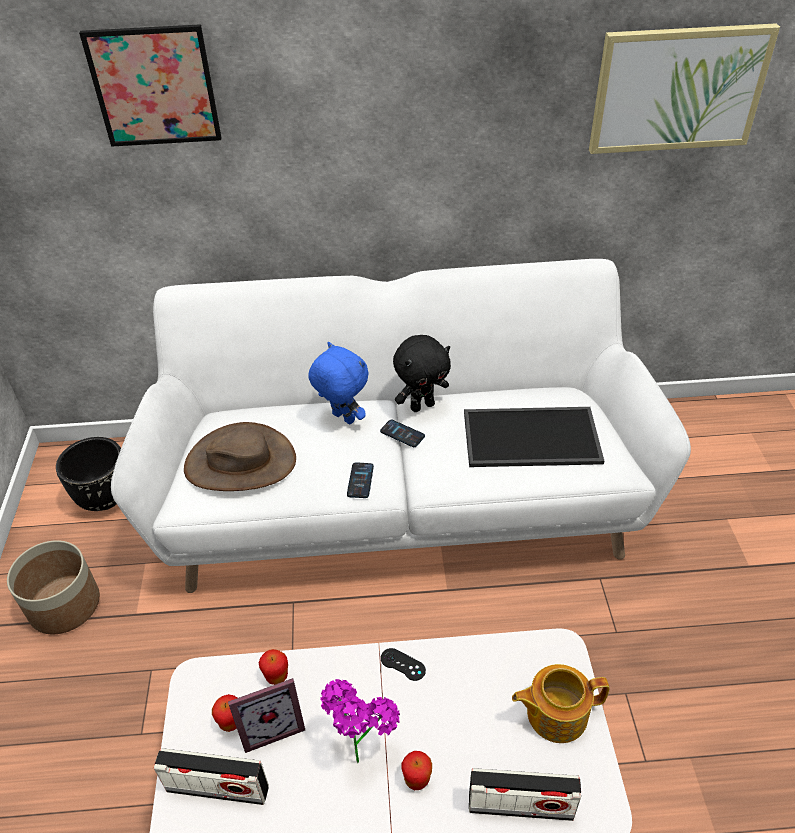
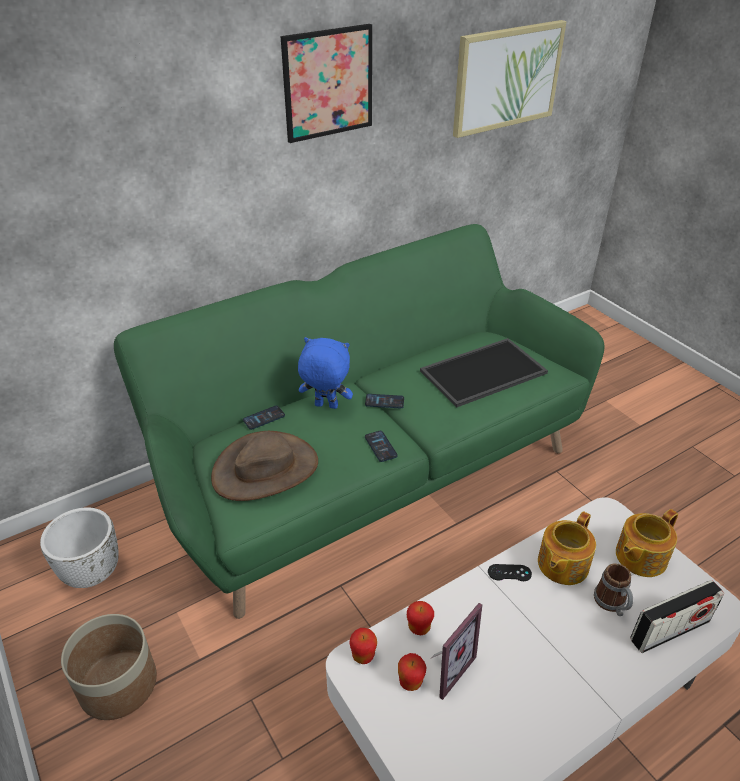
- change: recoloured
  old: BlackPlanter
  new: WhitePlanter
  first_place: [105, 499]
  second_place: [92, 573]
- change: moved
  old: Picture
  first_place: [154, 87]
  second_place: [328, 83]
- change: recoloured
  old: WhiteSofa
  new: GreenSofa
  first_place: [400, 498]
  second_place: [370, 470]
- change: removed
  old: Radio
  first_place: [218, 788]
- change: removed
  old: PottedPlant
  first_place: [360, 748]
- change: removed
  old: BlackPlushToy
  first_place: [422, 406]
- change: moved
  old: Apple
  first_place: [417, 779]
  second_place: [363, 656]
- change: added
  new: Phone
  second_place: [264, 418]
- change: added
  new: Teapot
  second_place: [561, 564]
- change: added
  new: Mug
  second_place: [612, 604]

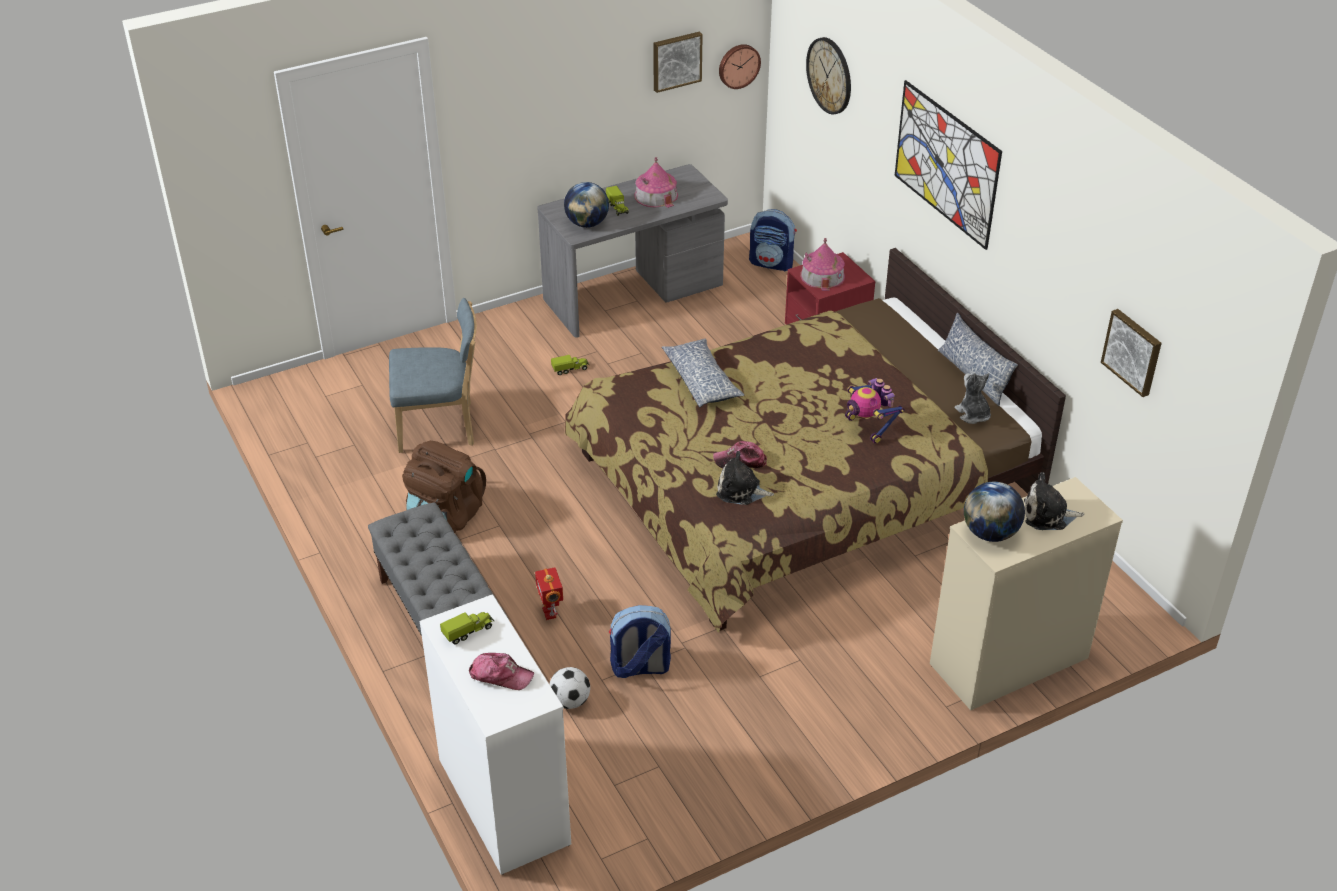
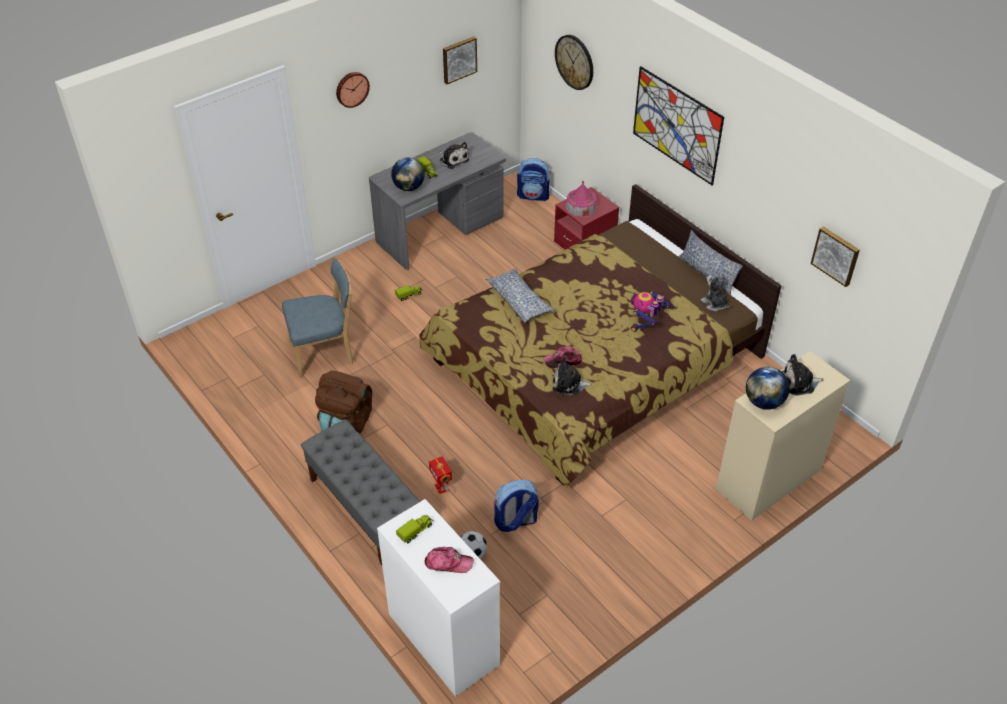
- change: replaced
  old: ToyHouse
  new: PlushToy
  first_place: [656, 195]
  second_place: [453, 159]
- change: moved
  old: WallClock
  first_place: [738, 65]
  second_place: [351, 89]
- change: turned
  old: ToyRobot
  first_place: [868, 427]
  second_place: [646, 323]
  degrees: 75

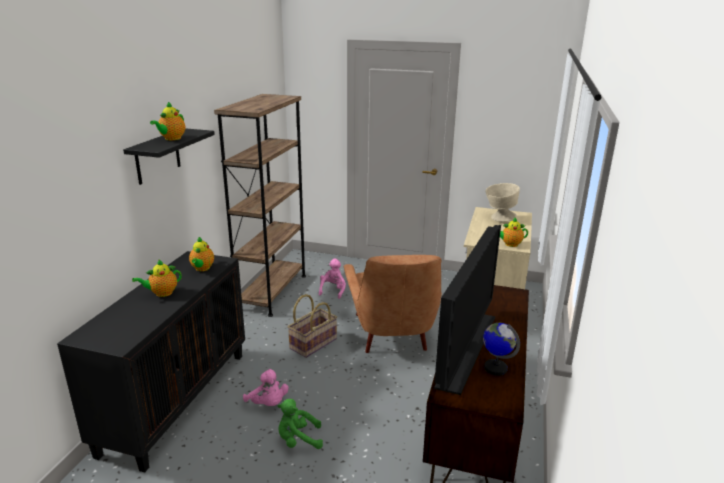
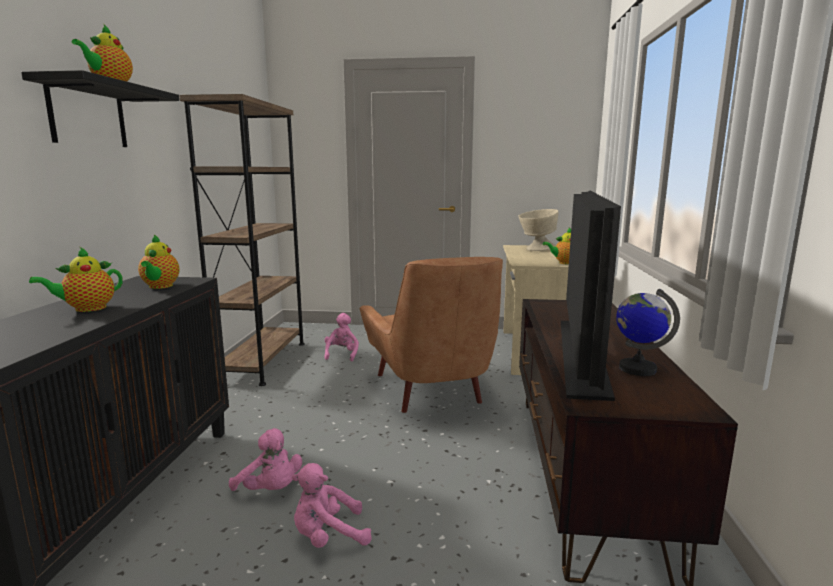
- change: recoloured
  old: GreenPlushToy
  new: PinkPlushToy
  first_place: [298, 440]
  second_place: [328, 536]
- change: removed
  old: Basket
  first_place: [313, 343]

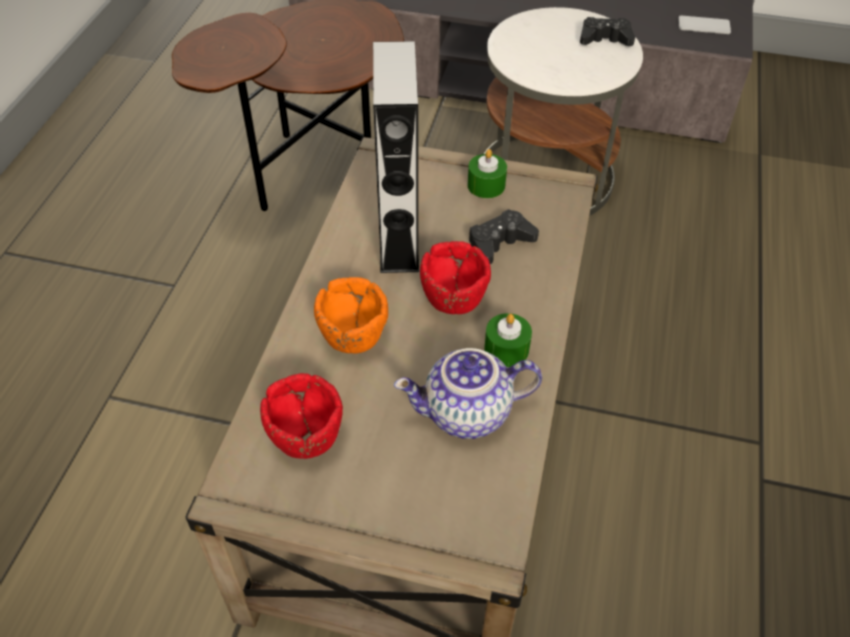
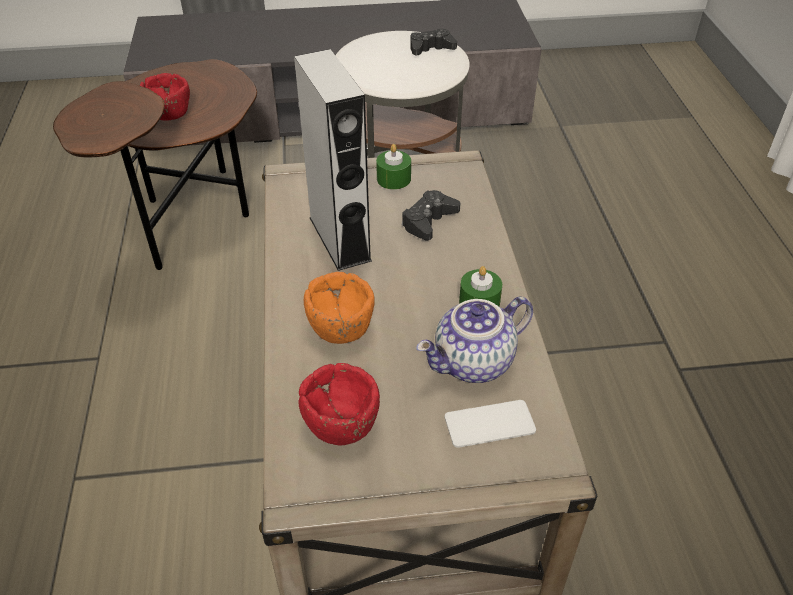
- change: moved
  old: RedBowl
  first_place: [454, 299]
  second_place: [170, 114]
- change: moved
  old: Phone
  first_place: [704, 26]
  second_place: [489, 424]

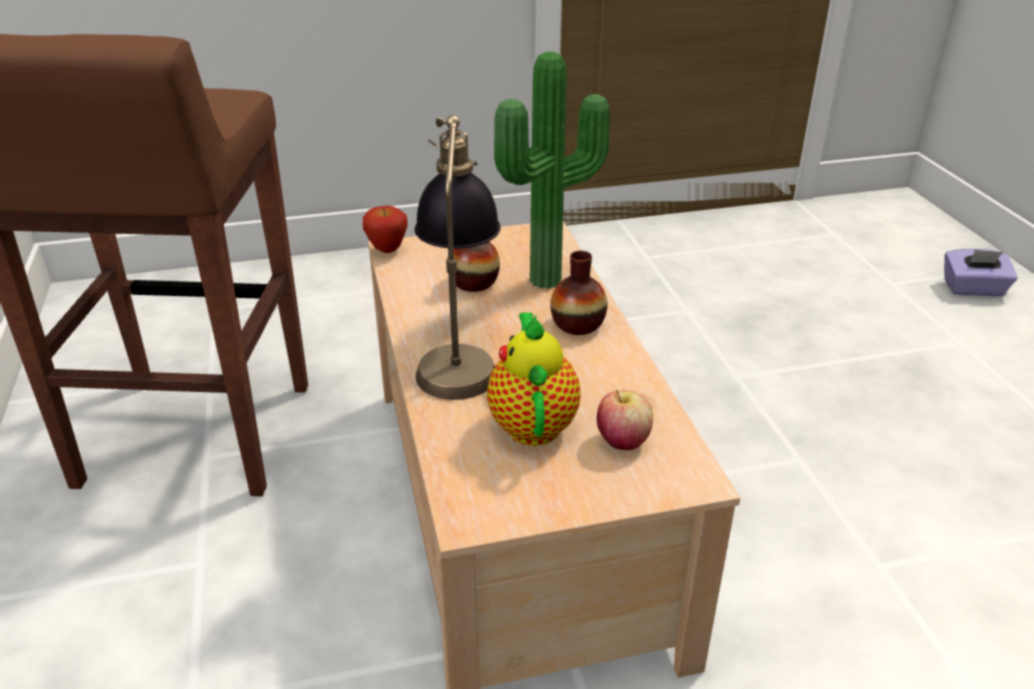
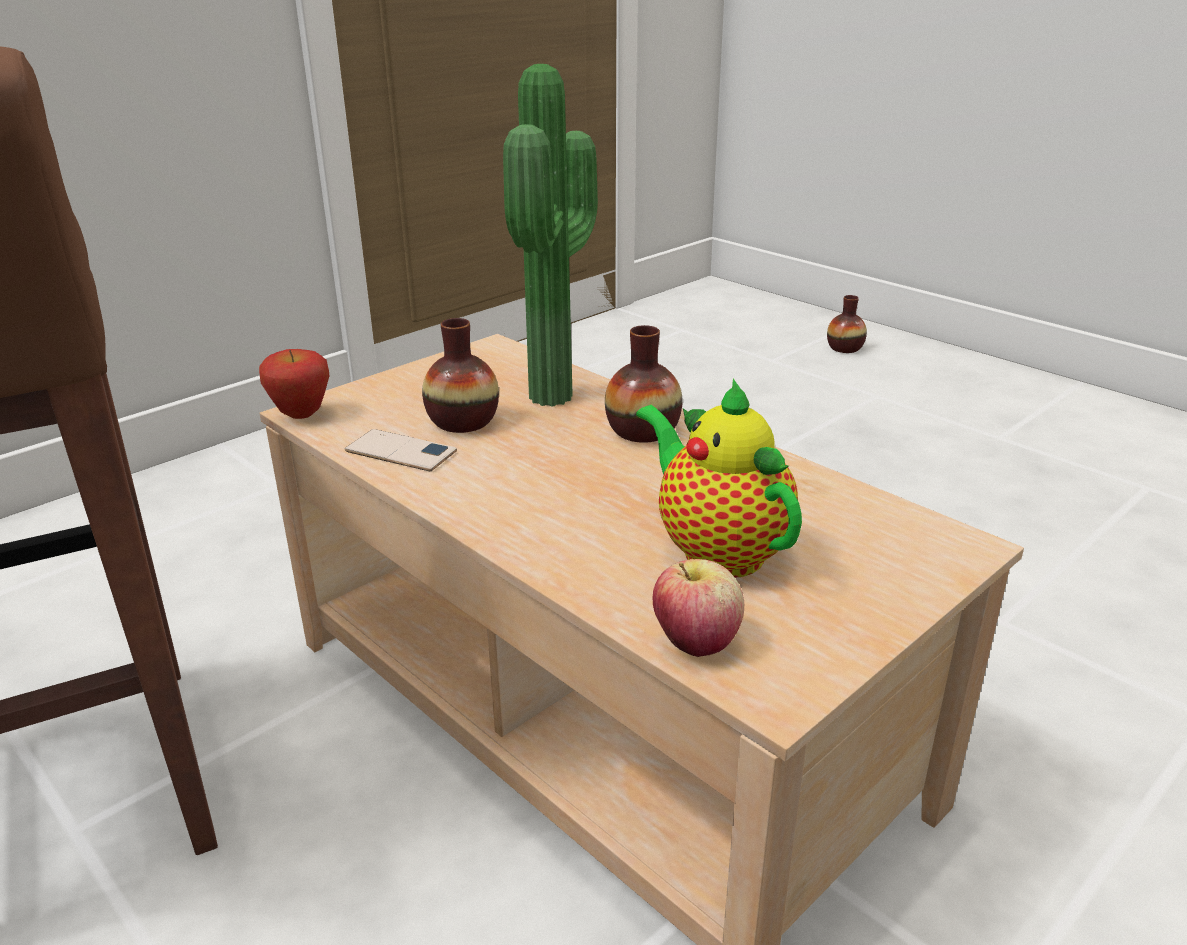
- change: removed
  old: TableLamp
  first_place: [459, 354]
- change: moved
  old: Apple
  first_place: [622, 441]
  second_place: [696, 642]
- change: replaced
  old: PurpleTissueBox
  new: Vase
  first_place: [973, 289]
  second_place: [844, 348]
- change: added
  new: Phone
  second_place: [401, 451]

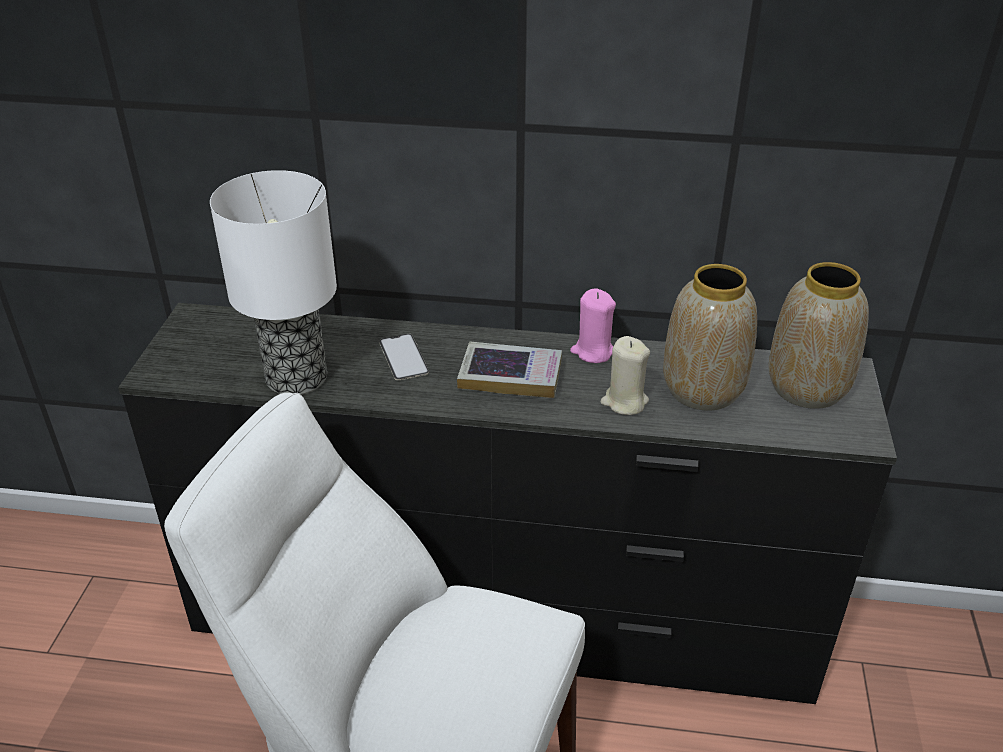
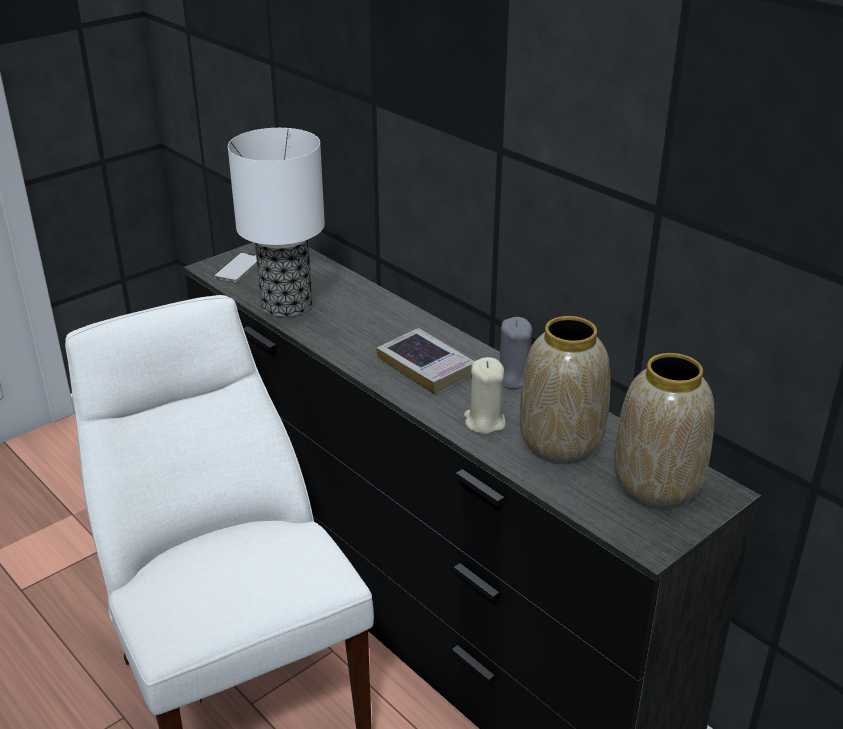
- change: moved
  old: Phone
  first_place: [403, 357]
  second_place: [238, 267]
- change: recoloured
  old: PinkCandle
  new: GreyCandle
  first_place: [593, 351]
  second_place: [512, 378]

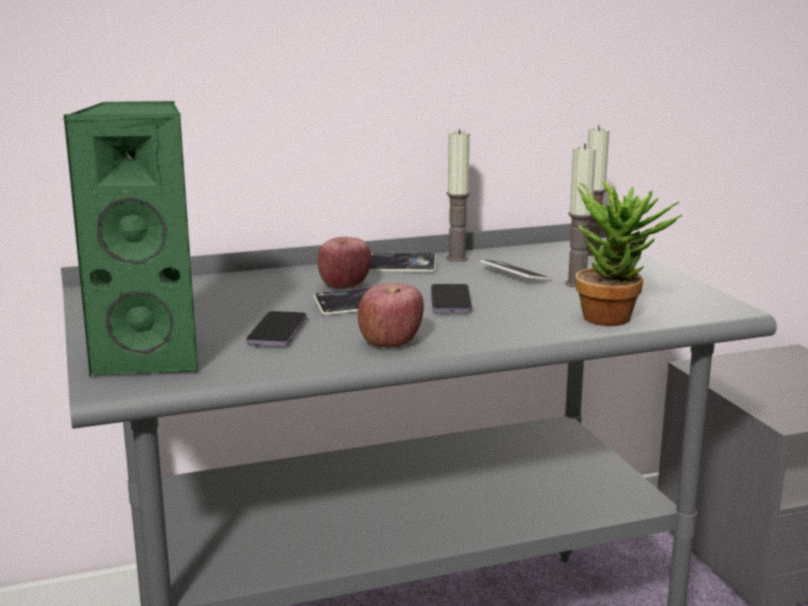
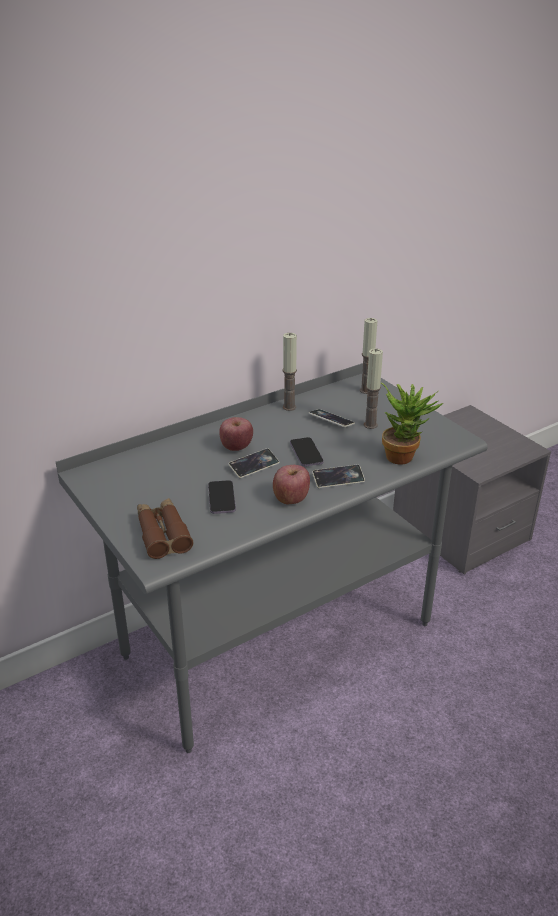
- change: replaced
  old: GreenSpeaker
  new: BrownBinoculars
  first_place: [152, 357]
  second_place: [163, 534]
- change: moved
  old: Phone
  first_place: [399, 267]
  second_place: [338, 479]

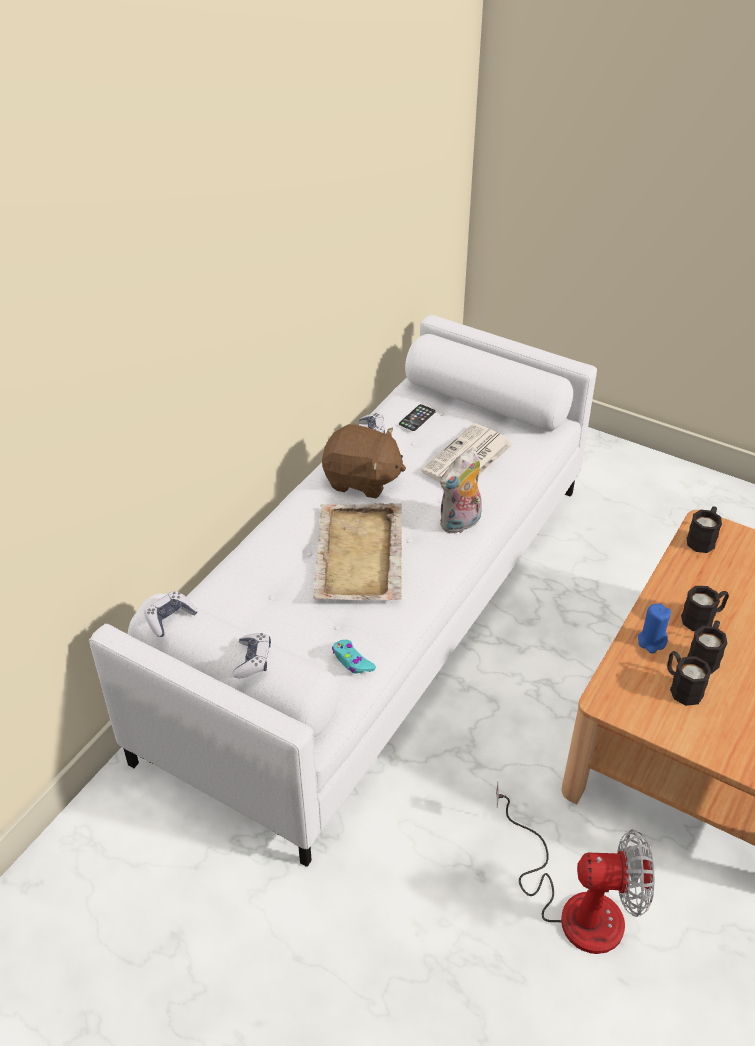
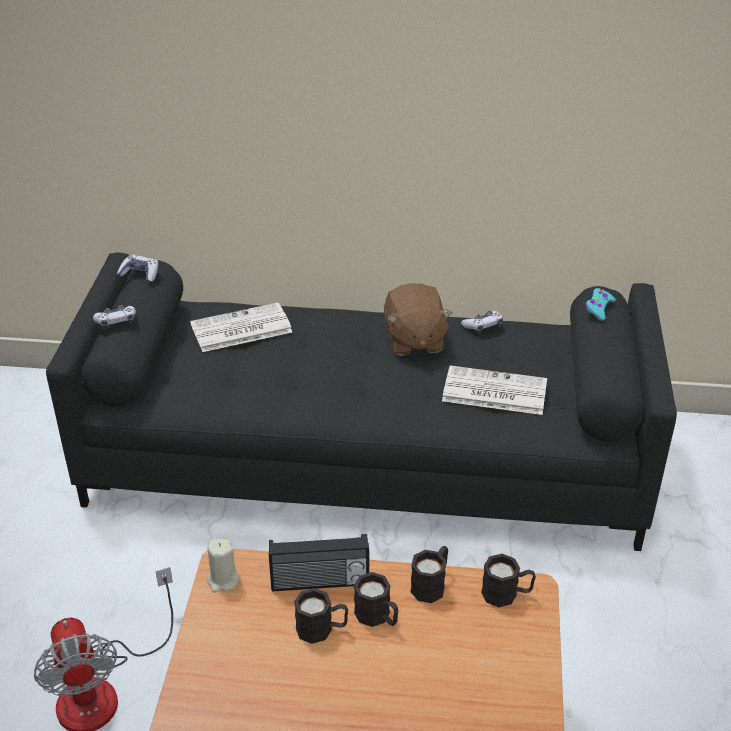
- change: recoloured
  old: WhiteSofa
  new: BlackSofa
  first_place: [377, 611]
  second_place: [367, 460]
- change: removed
  old: BeigeTray
  first_place: [358, 556]
- change: moved
  old: TurquoiseGameController
  first_place: [352, 661]
  second_place: [598, 308]
- change: removed
  old: Phone
  first_place: [417, 418]
- change: removed
  old: PlushToy
  first_place: [460, 524]
- change: replaced
  old: BlueCandle
  new: Radio
  first_place: [651, 641]
  second_place: [320, 582]
- change: moved
  old: BlackMug
  first_place: [681, 687]
  second_place: [431, 584]
- change: added
  new: Newspaper
  second_place: [240, 329]
- change: added
  new: BeigeCandle
  second_place: [223, 580]

